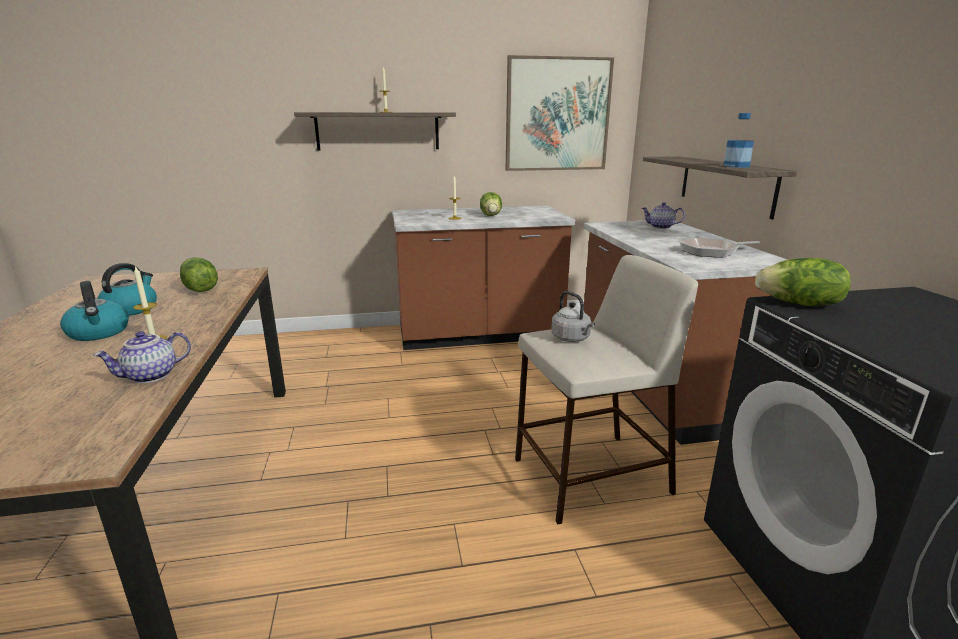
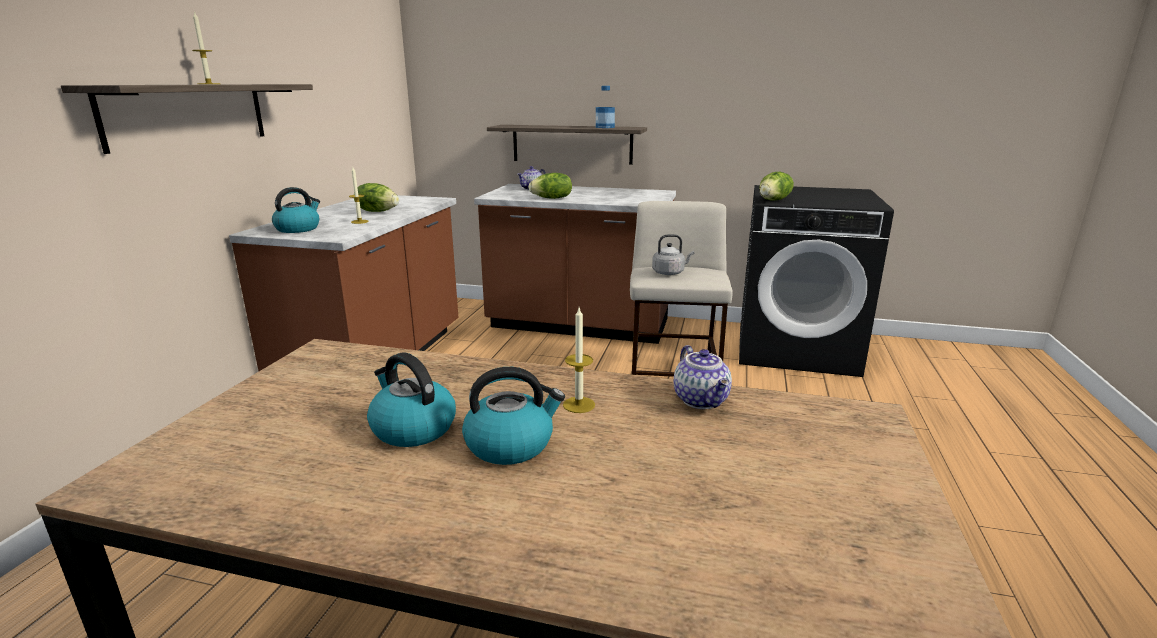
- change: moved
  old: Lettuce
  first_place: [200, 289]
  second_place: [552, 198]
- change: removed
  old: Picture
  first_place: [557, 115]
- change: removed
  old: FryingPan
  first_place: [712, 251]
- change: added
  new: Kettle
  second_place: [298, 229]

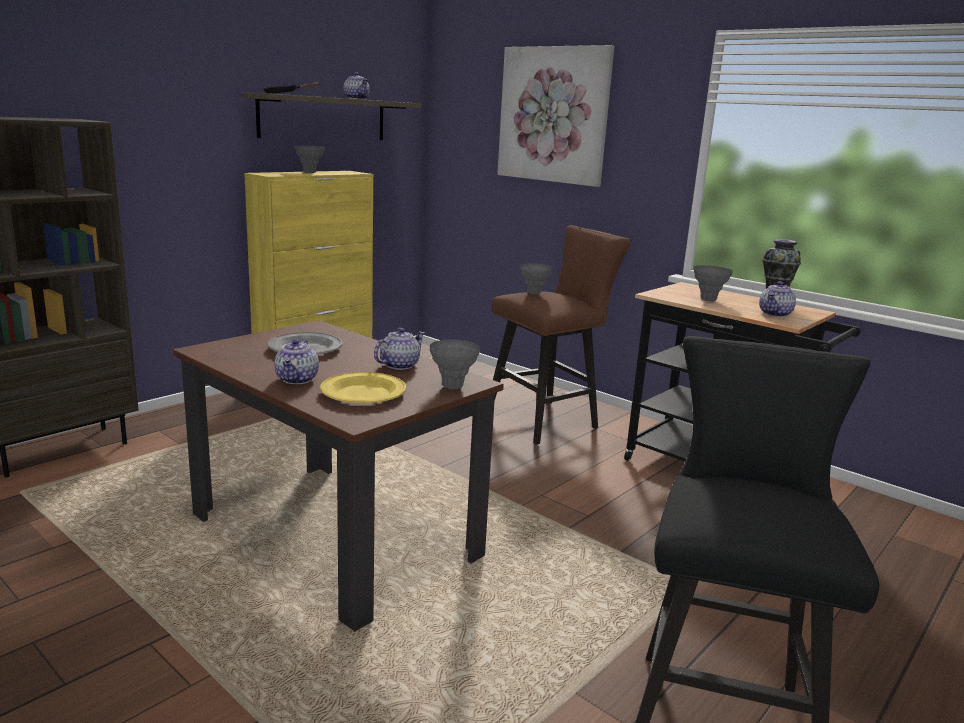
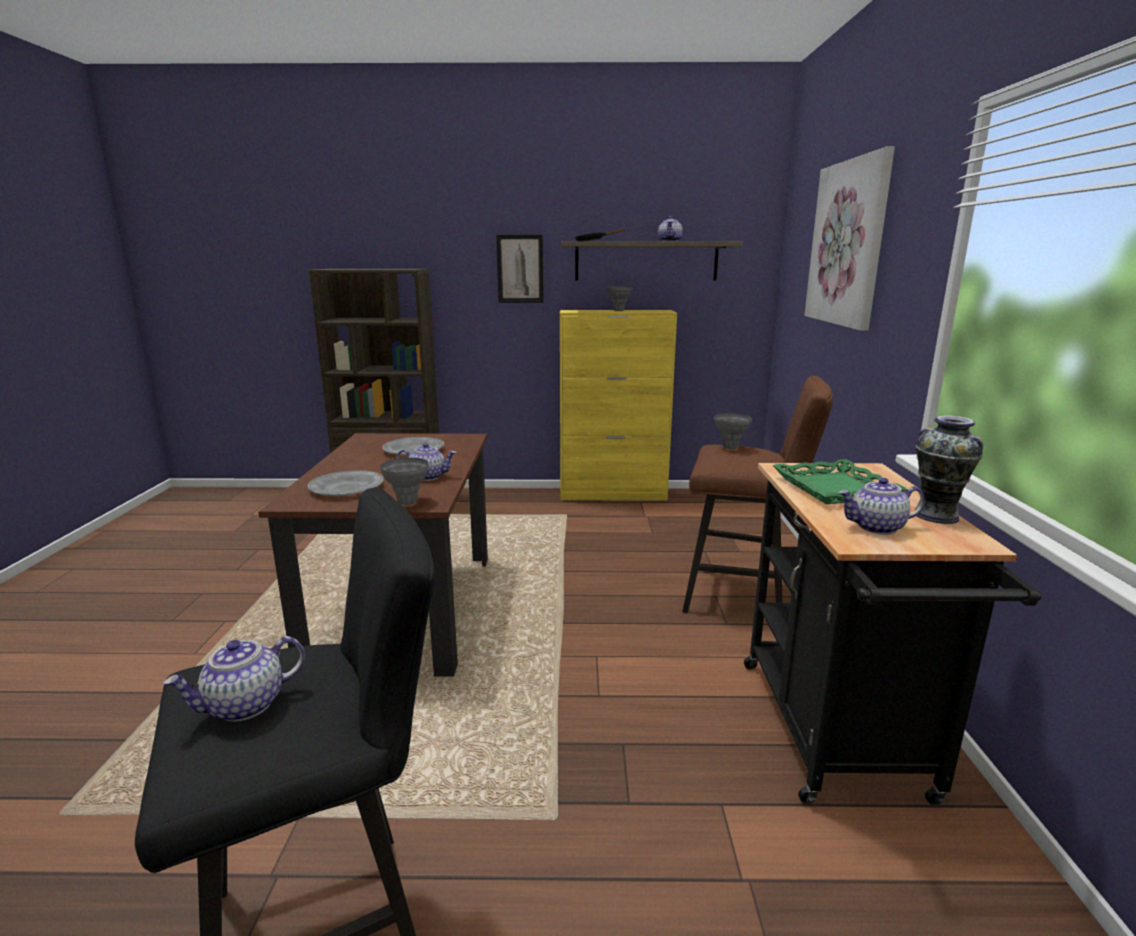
- change: moved
  old: Teapot
  first_place: [297, 379]
  second_place: [244, 705]
- change: recoloured
  old: YellowPlate
  new: GreyPlate
  first_place: [364, 393]
  second_place: [346, 488]
- change: replaced
  old: GreyVase
  new: GreenTray
  first_place: [708, 300]
  second_place: [835, 488]
- change: added
  new: Picture
  second_place: [520, 269]

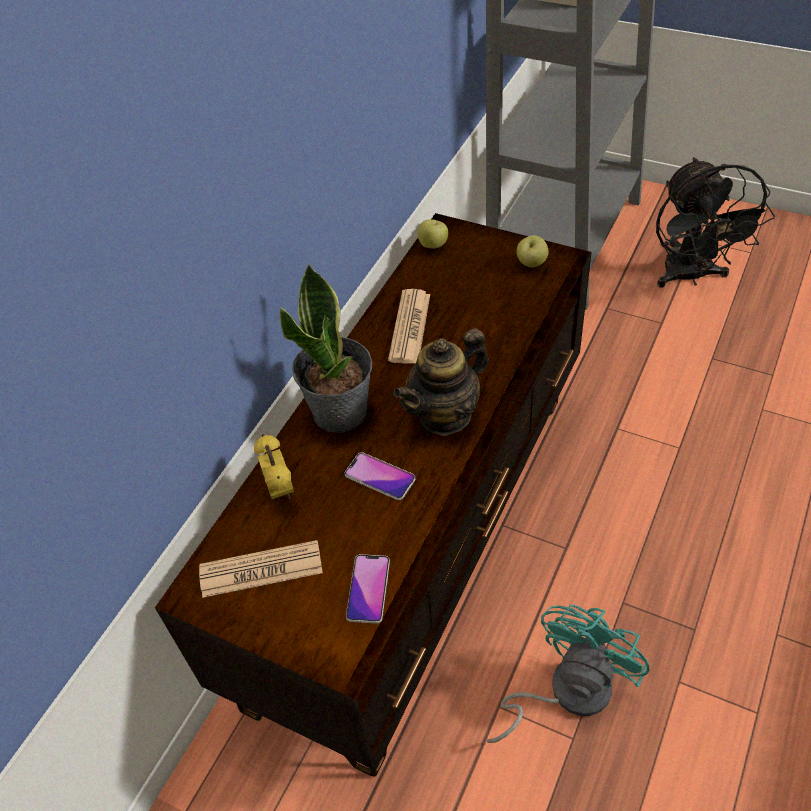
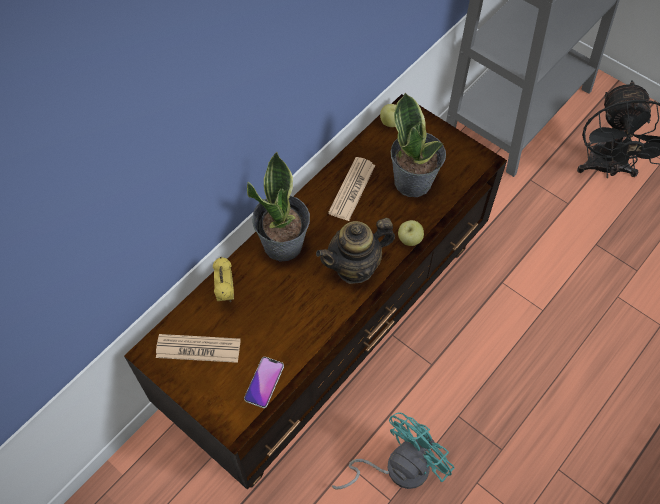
- change: removed
  old: Phone
  first_place: [380, 477]
- change: moved
  old: Apple
  first_place: [531, 263]
  second_place: [409, 240]
- change: added
  new: PottedPlant
  second_place: [413, 181]

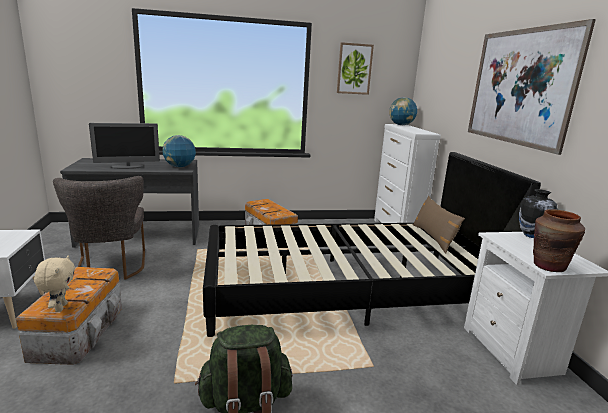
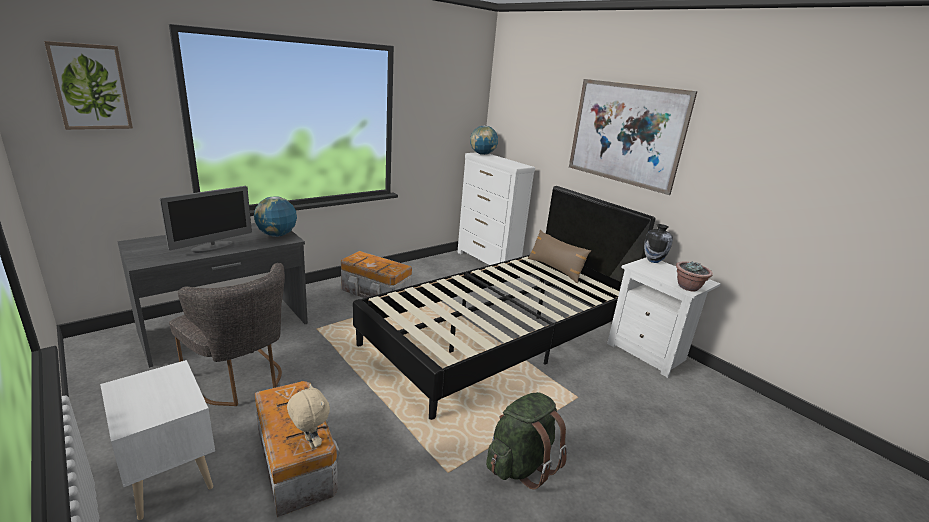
- change: moved
  old: Picture
  first_place: [354, 69]
  second_place: [91, 87]
- change: replaced
  old: BrownVase
  new: PottedPlant
  first_place: [548, 266]
  second_place: [688, 287]

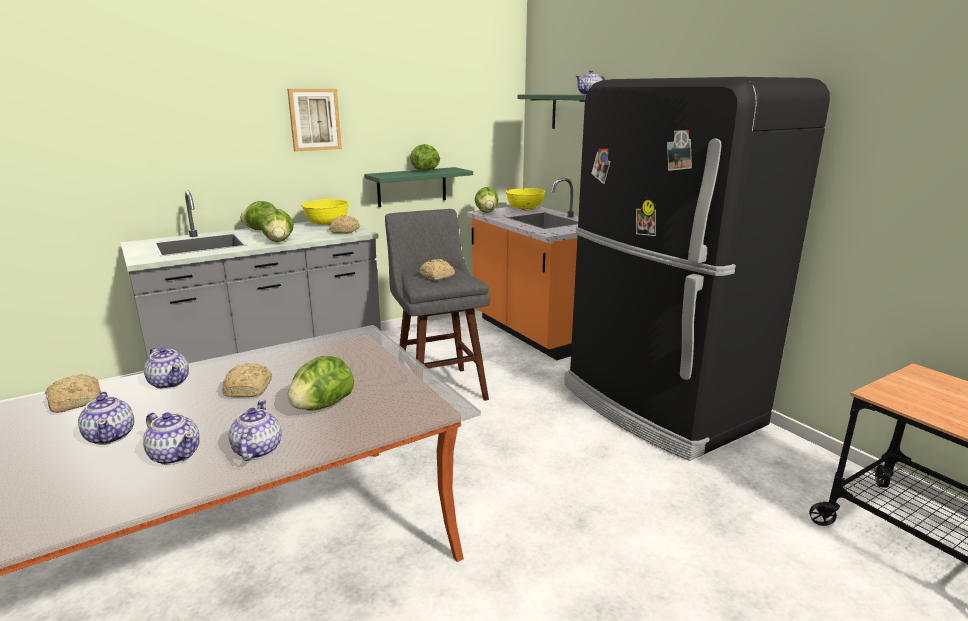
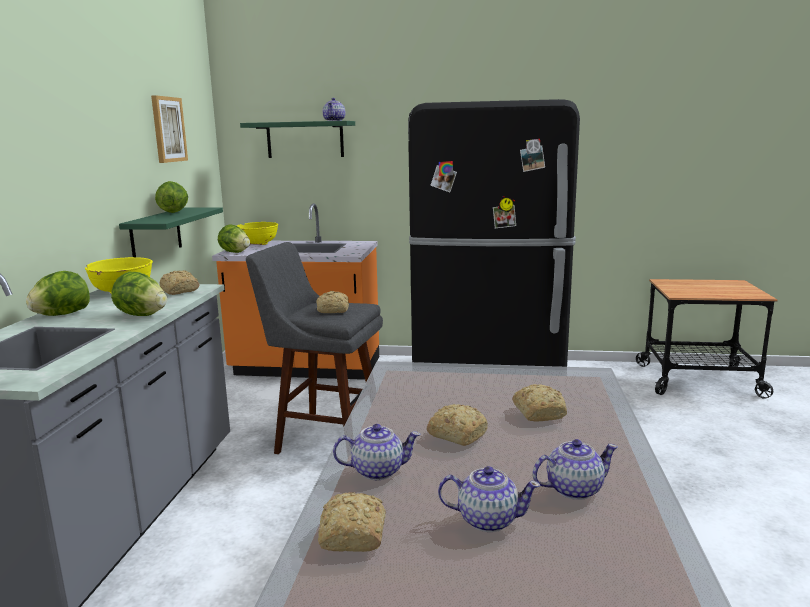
- change: removed
  old: Teapot
  first_place: [257, 450]
- change: moved
  old: Picture
  first_place: [314, 119]
  second_place: [168, 129]
- change: replaced
  old: Lettuce
  new: Bread
  first_place: [322, 406]
  second_place: [539, 412]

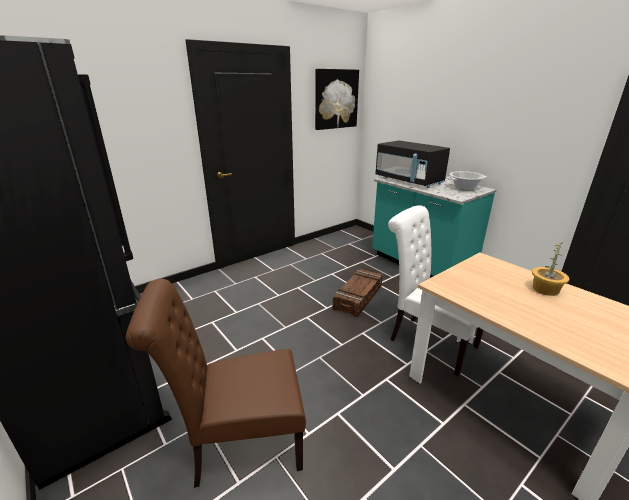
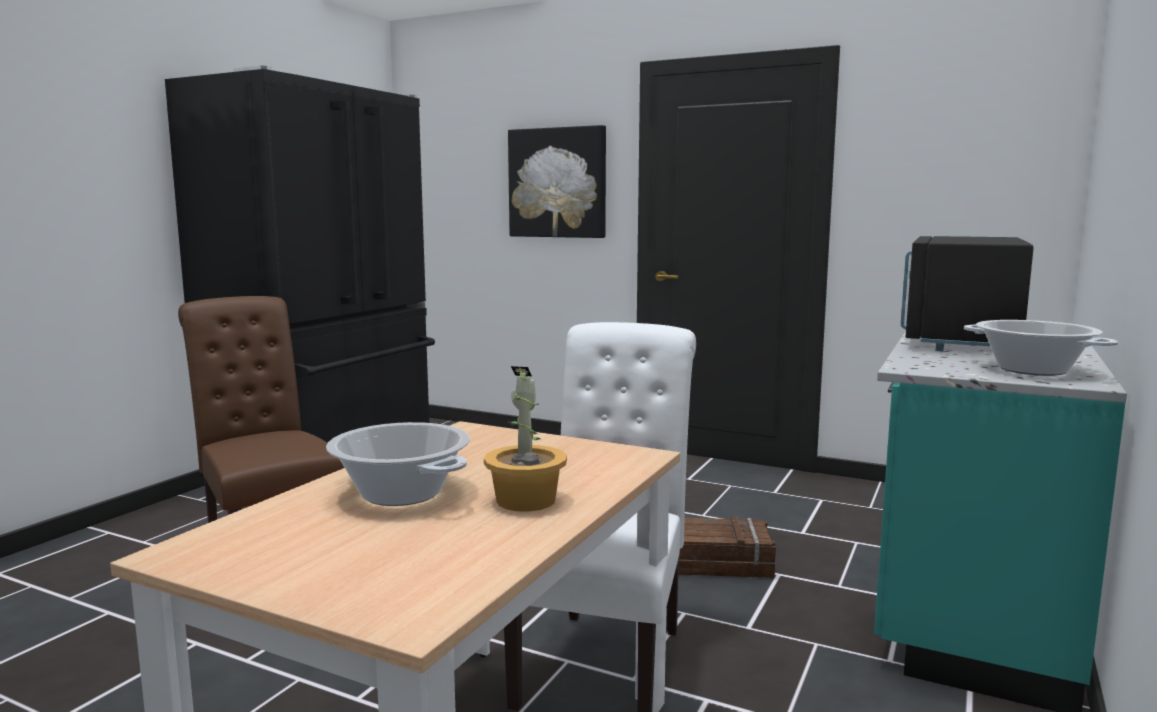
- change: moved
  old: Picture
  first_place: [336, 99]
  second_place: [557, 183]
- change: added
  new: CookingPot
  second_place: [402, 493]

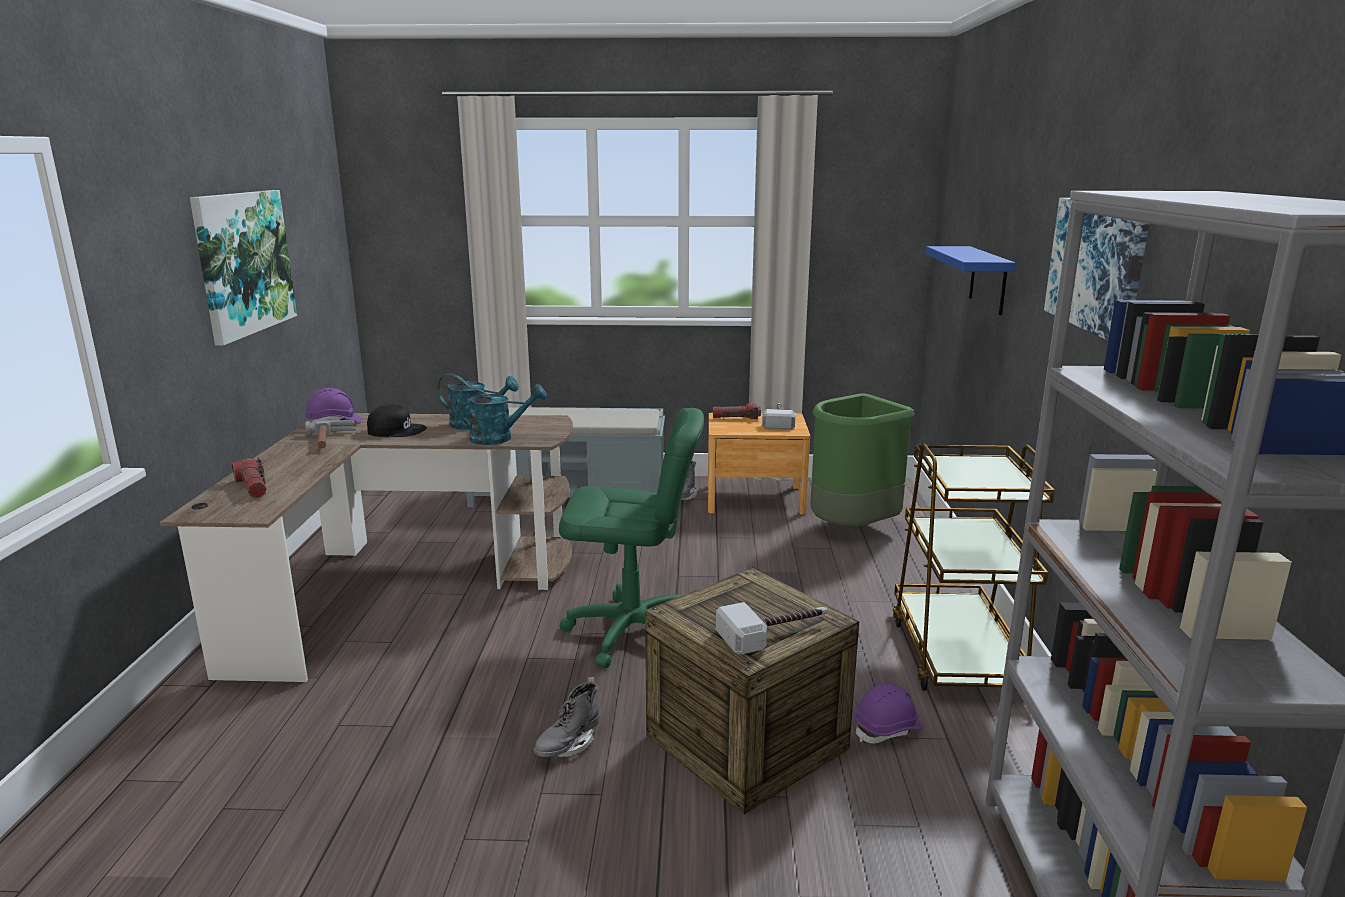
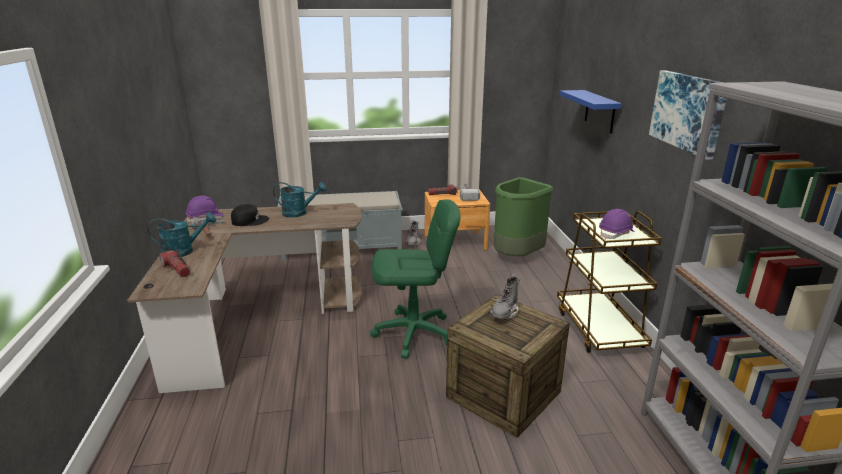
- change: removed
  old: Picture
  first_place: [244, 263]
- change: moved
  old: TurquoiseWateringCan
  first_place: [499, 438]
  second_place: [184, 251]
- change: moved
  old: GreyBoot
  first_place: [568, 745]
  second_place: [504, 313]
- change: removed
  old: Hammer
  first_place: [775, 633]
- change: moved
  old: PurpleHardHat
  first_place: [888, 729]
  second_place: [616, 234]

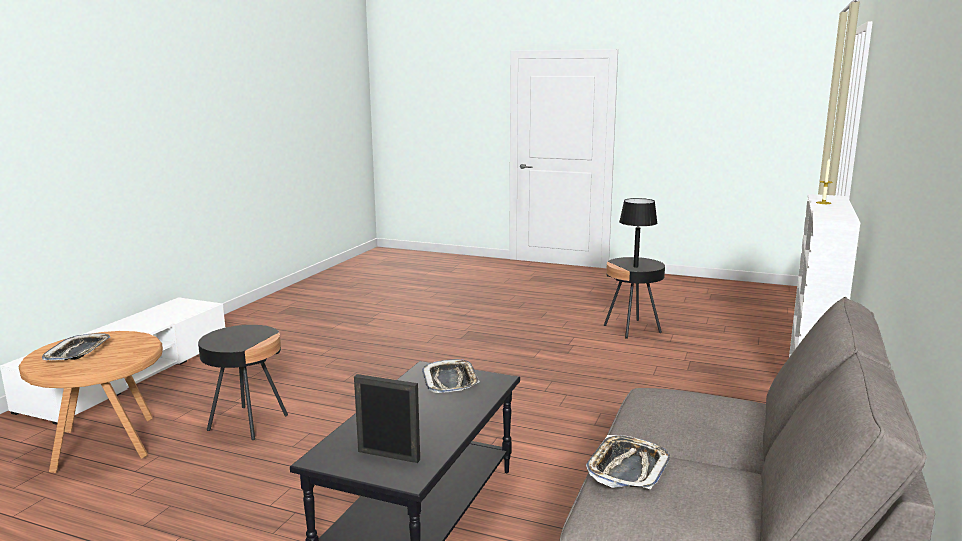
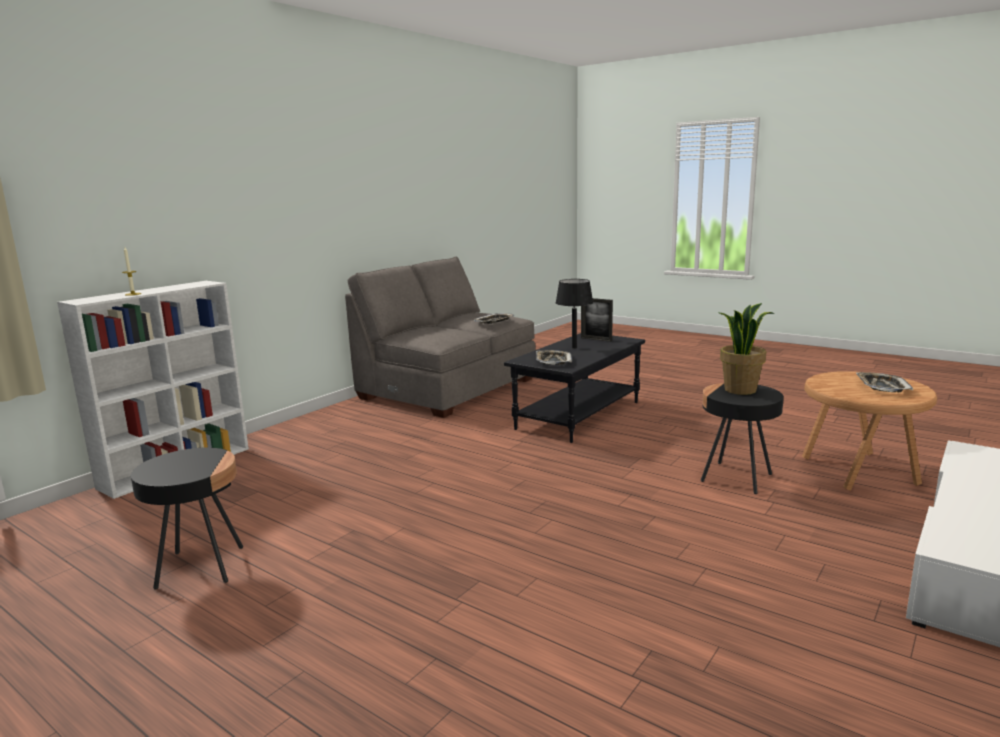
- change: moved
  old: BlackTableLamp
  first_place: [635, 267]
  second_place: [574, 348]
- change: added
  new: PottedPlant
  second_place: [740, 390]

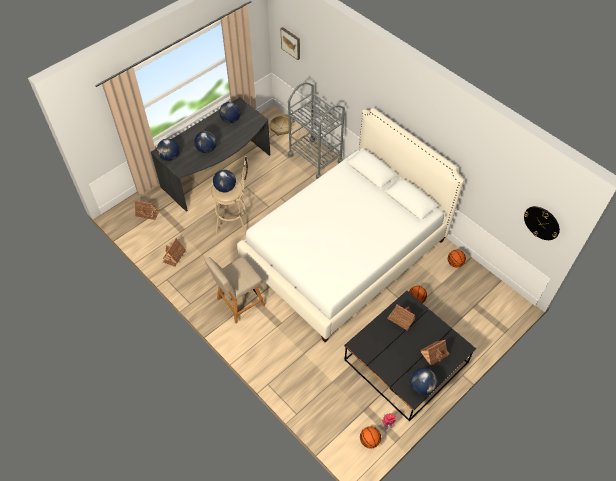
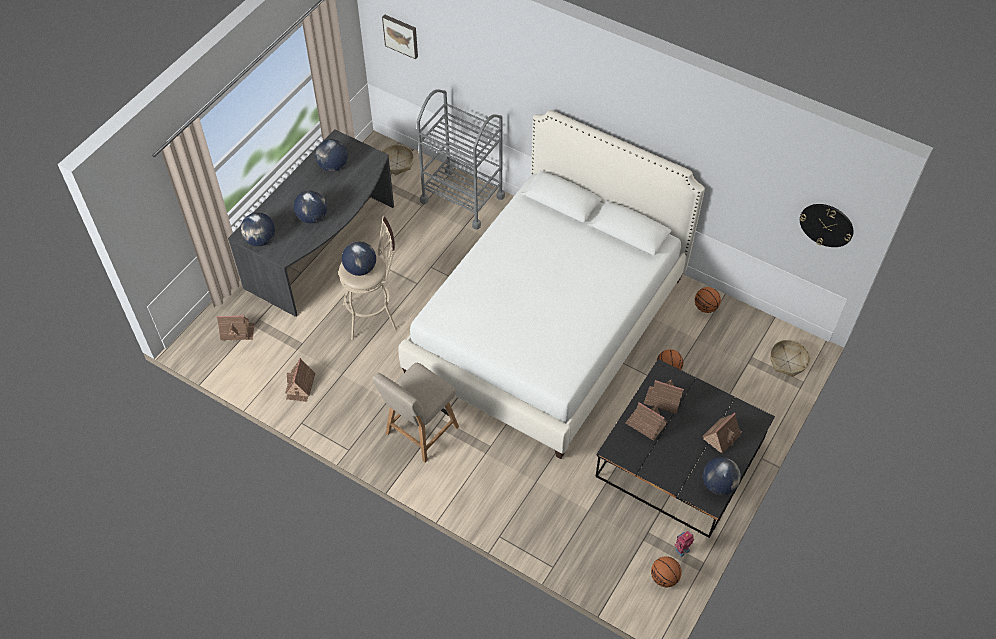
- change: added
  new: ToyHouse
  second_place: [646, 424]
- change: added
  new: Basket
  second_place: [788, 361]

